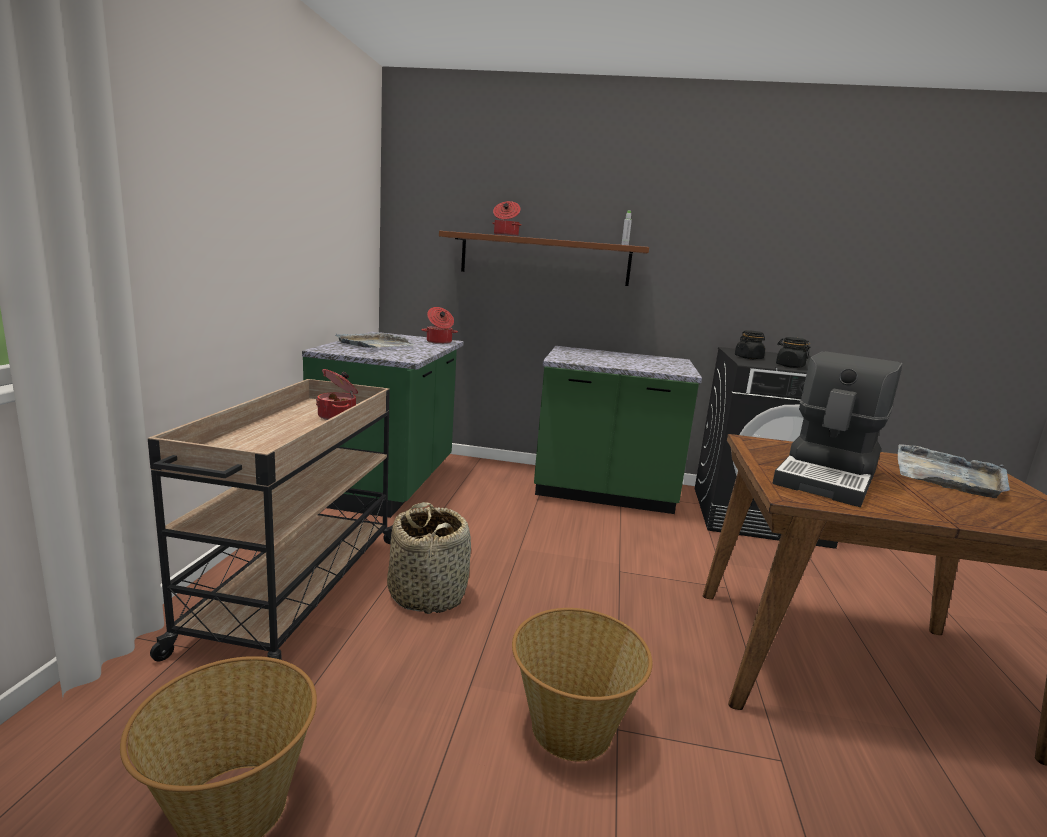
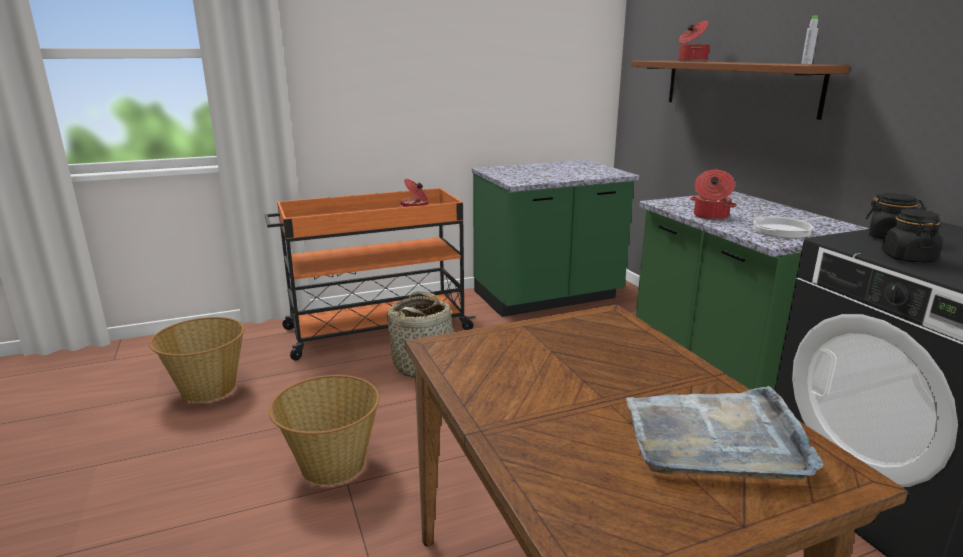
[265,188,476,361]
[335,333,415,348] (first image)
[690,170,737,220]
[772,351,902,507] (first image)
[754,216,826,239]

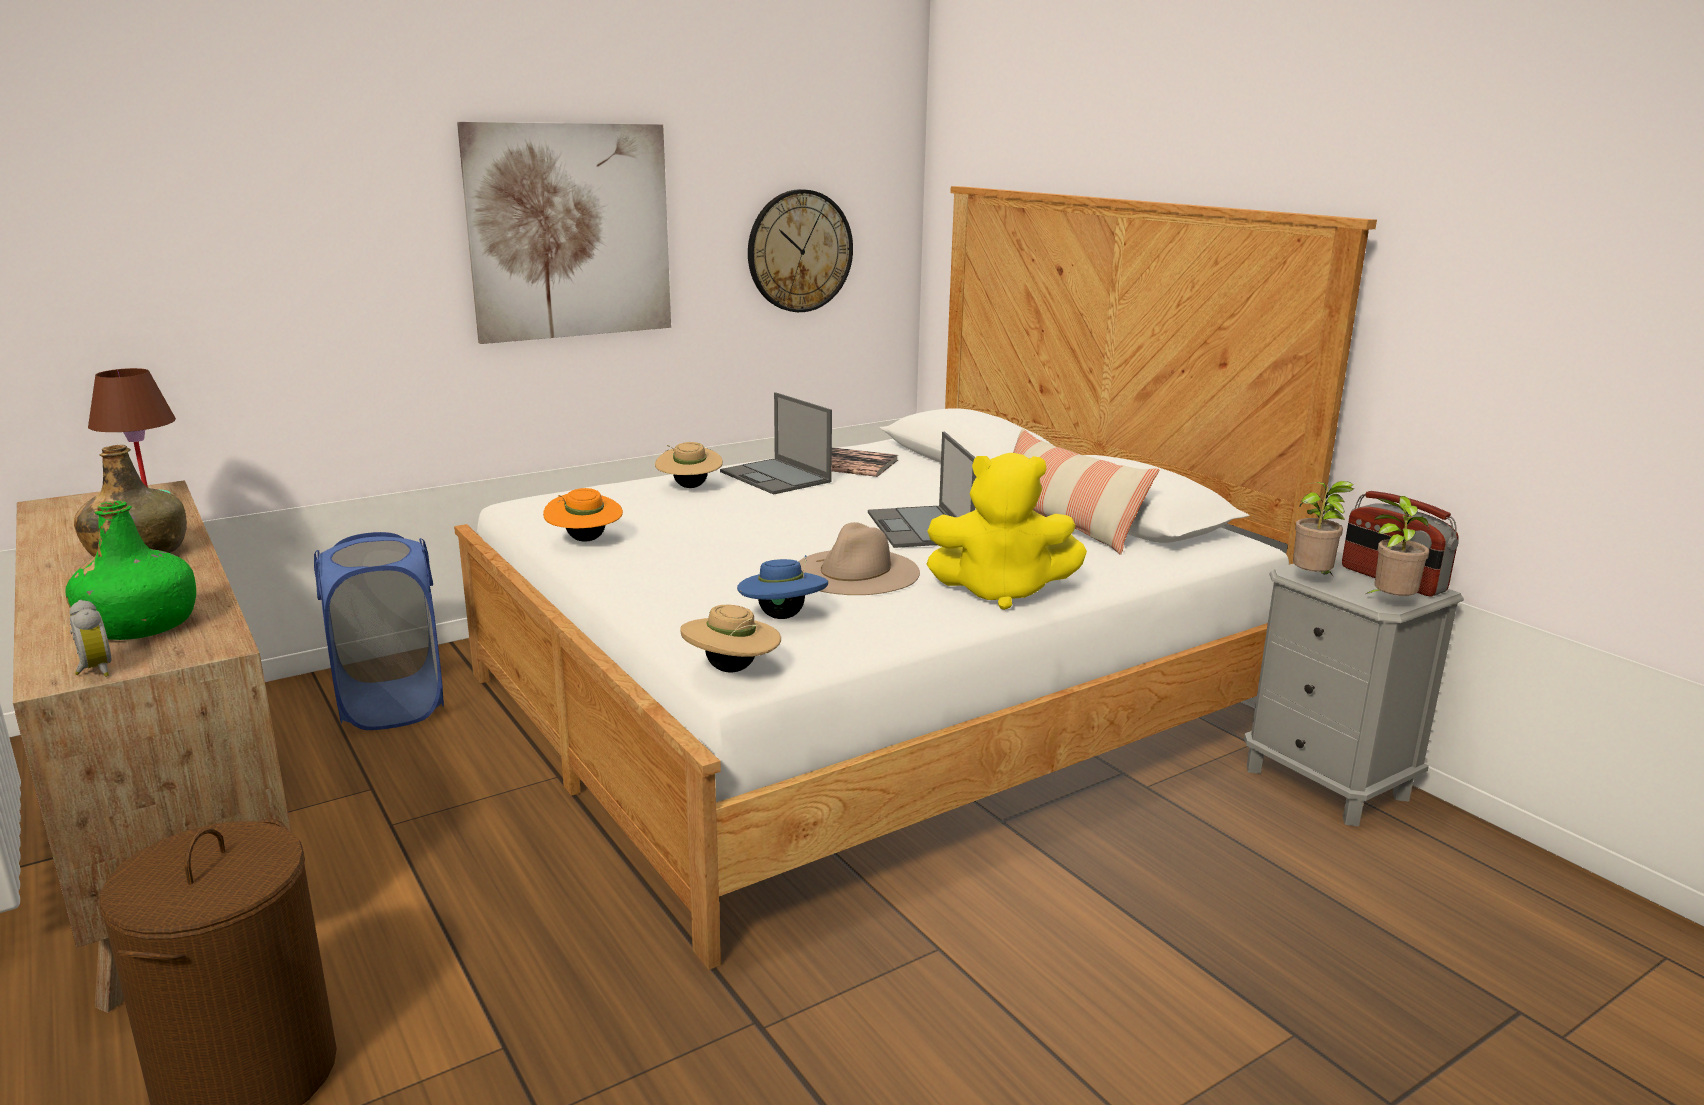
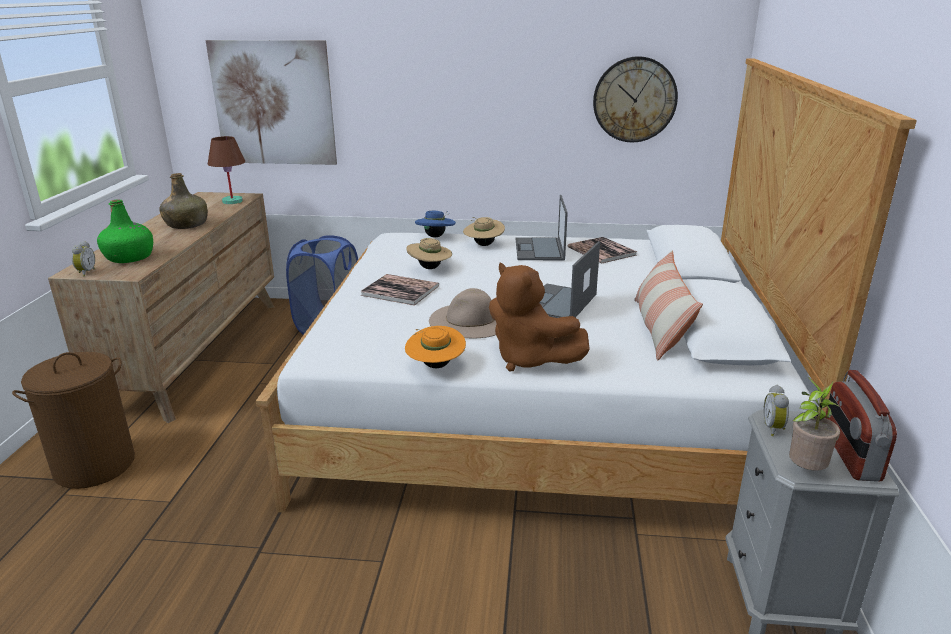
[206,40,337,165]
[405,326,466,368]
[407,238,452,269]
[415,211,456,237]
[489,263,590,371]
[763,385,789,436]
[360,274,439,306]

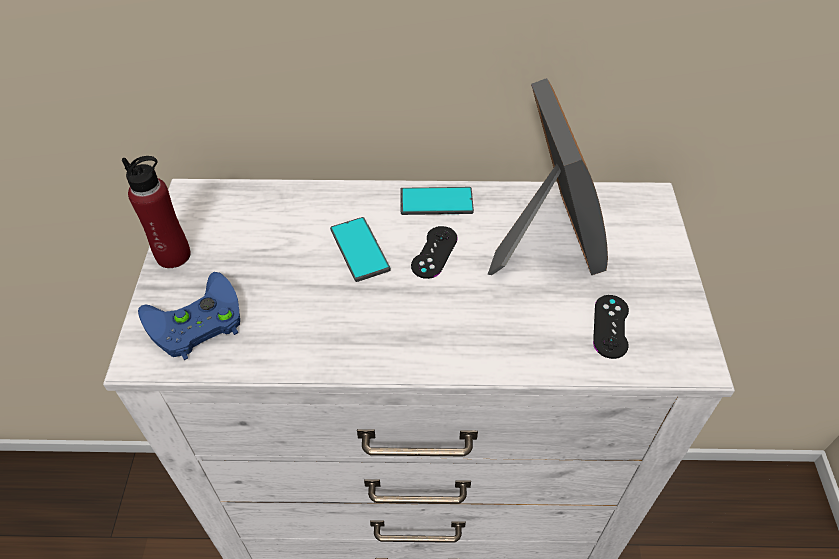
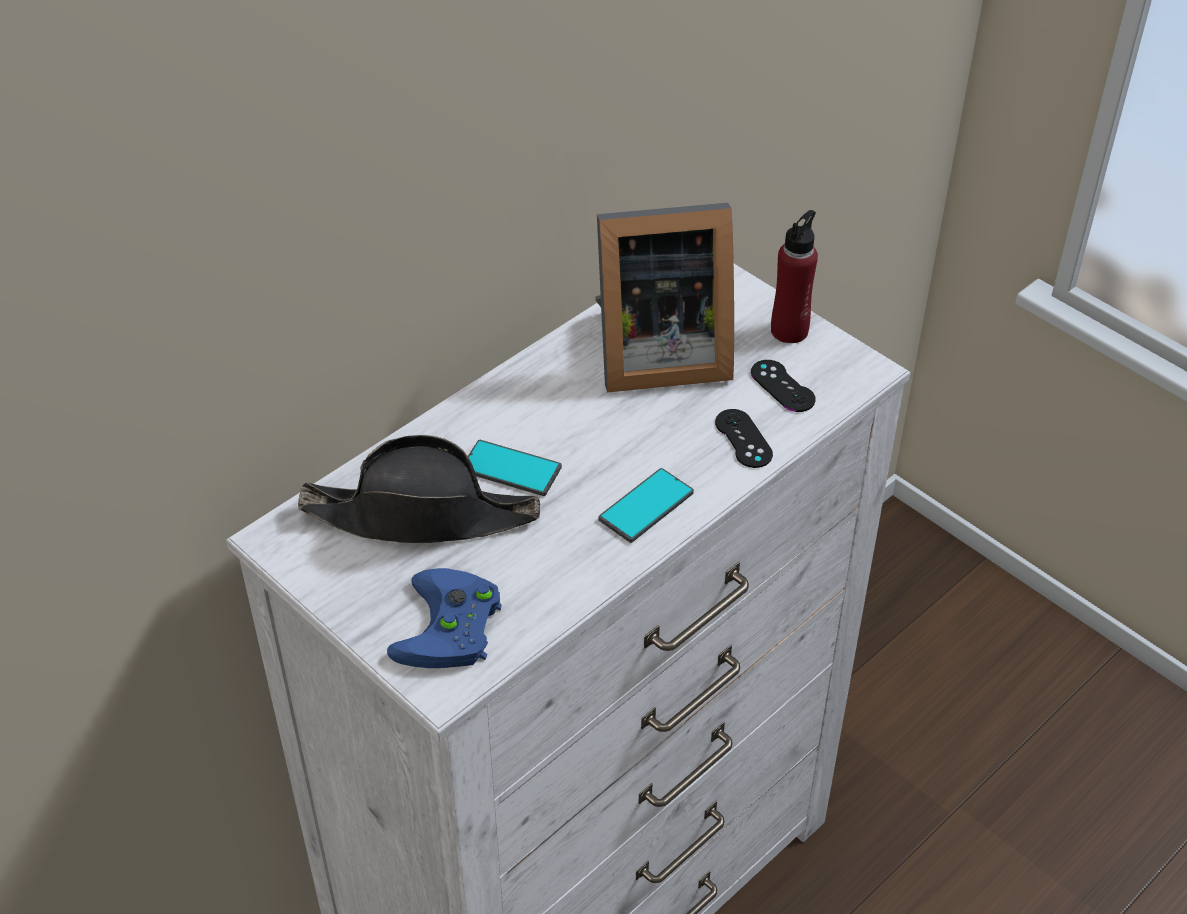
[771,210,818,343]
[599,468,694,543]
[715,409,773,468]
[595,203,734,393]
[298,435,540,543]

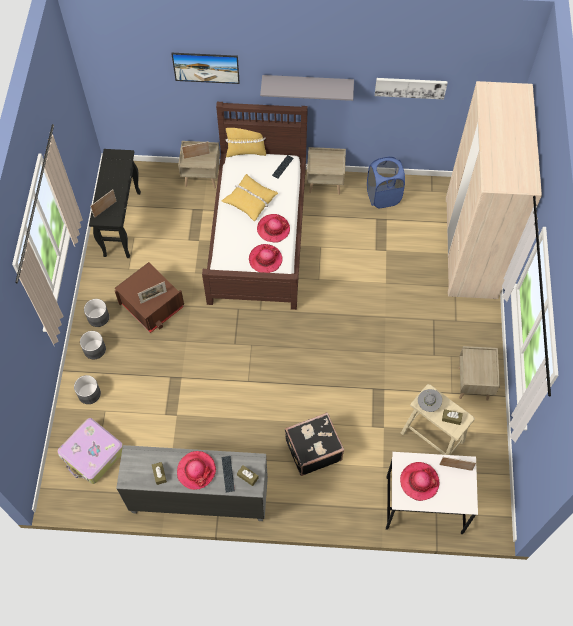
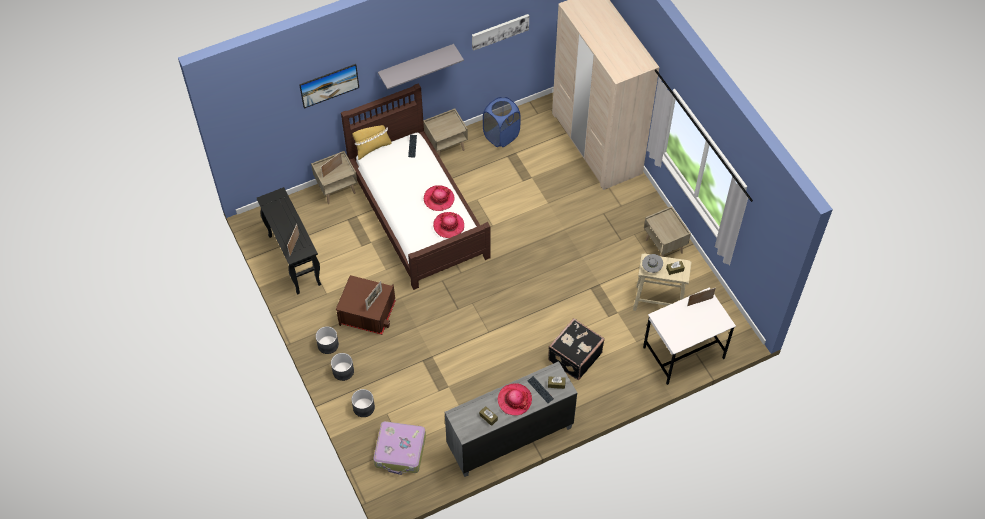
[222,174,278,221] (first image)
[400,462,440,501] (first image)

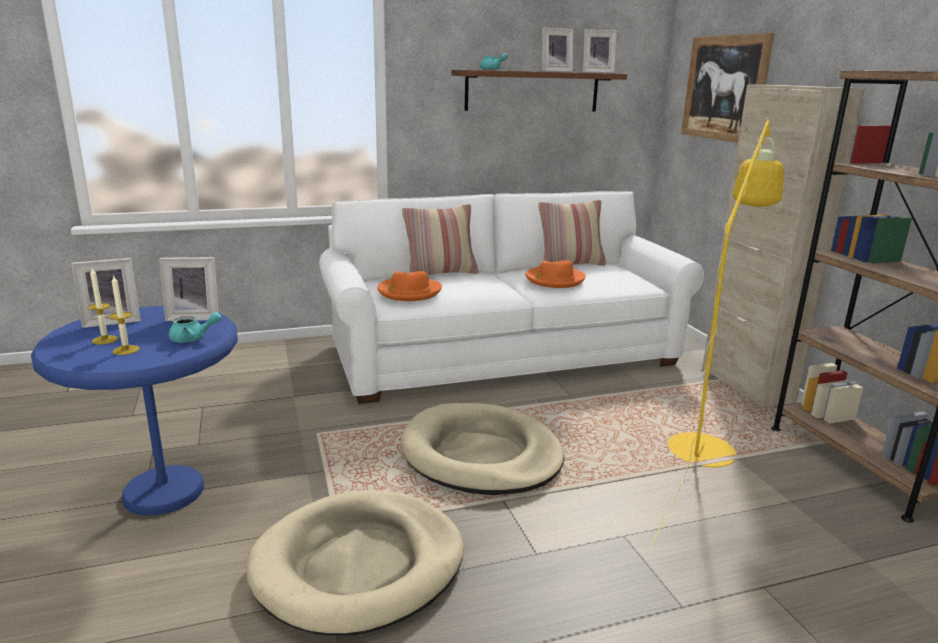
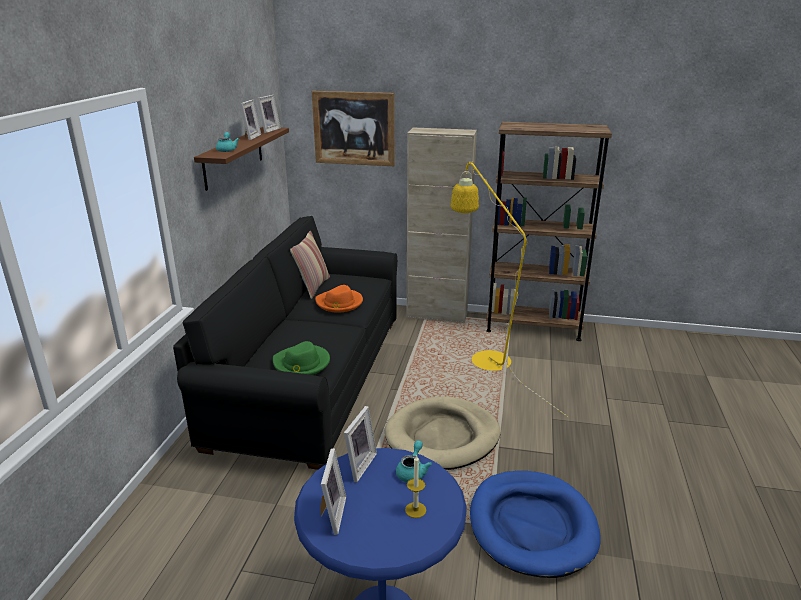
[88,268,118,345] (first image)
[470,471,601,578]
[173,216,397,470]
[273,341,330,375]
[402,204,478,275] (first image)

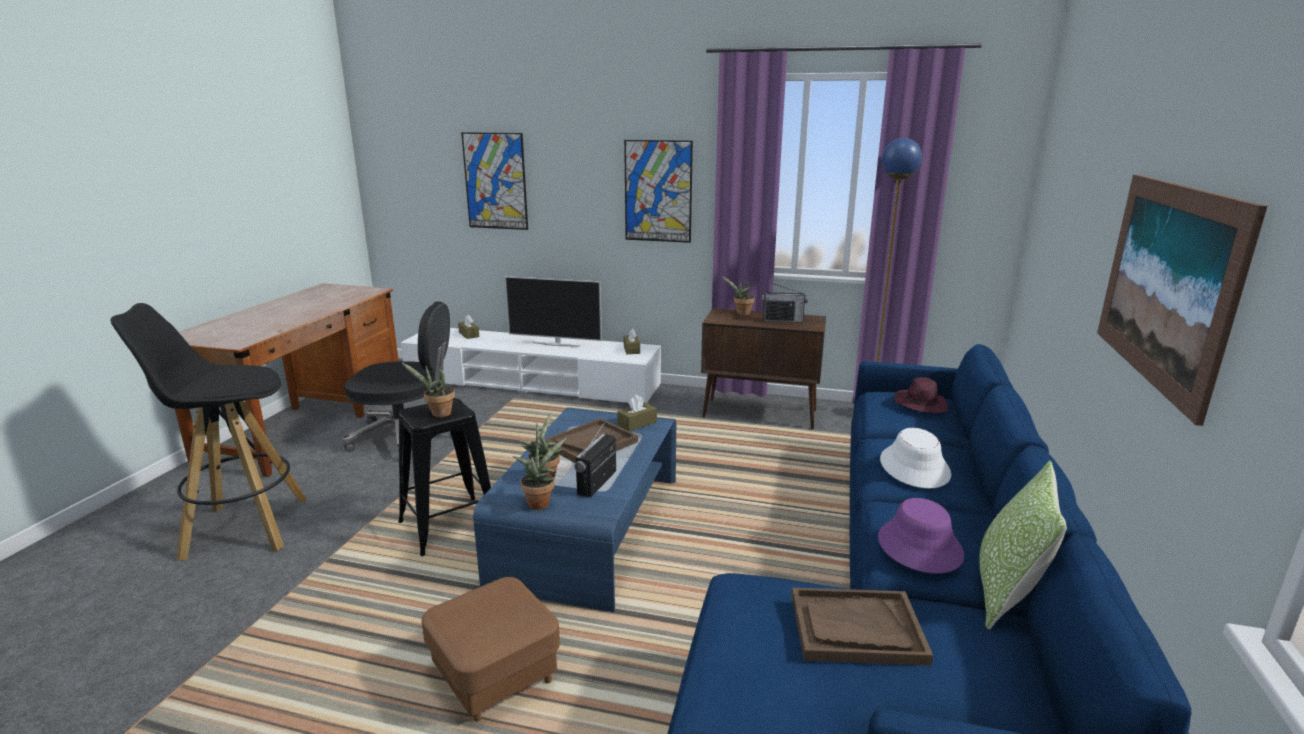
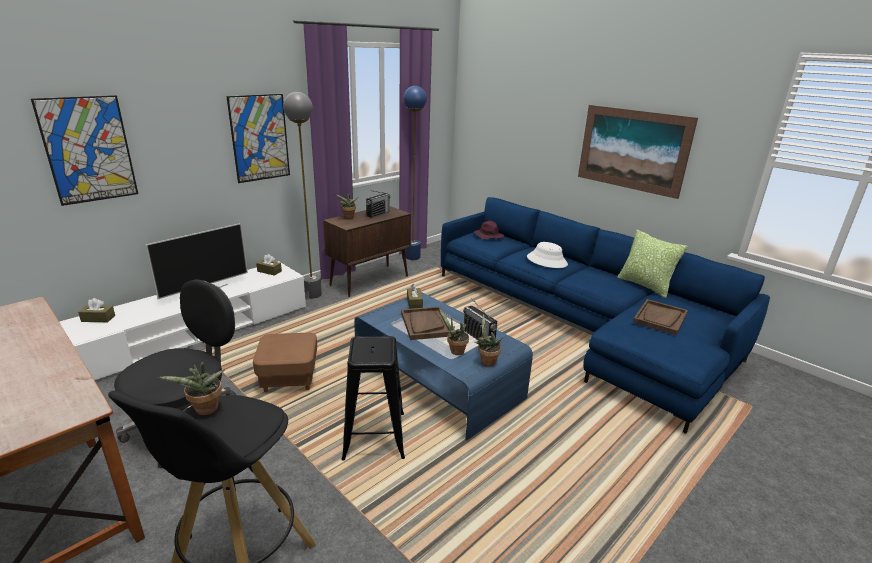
[159,362,224,415]
[253,333,317,392]
[878,498,964,574] (first image)
[283,92,322,299]

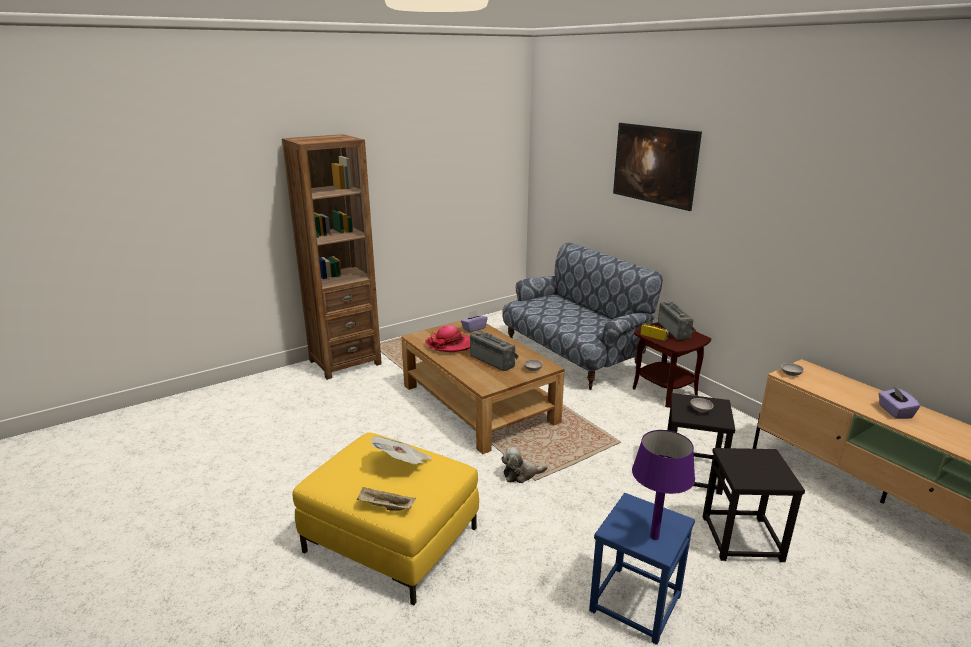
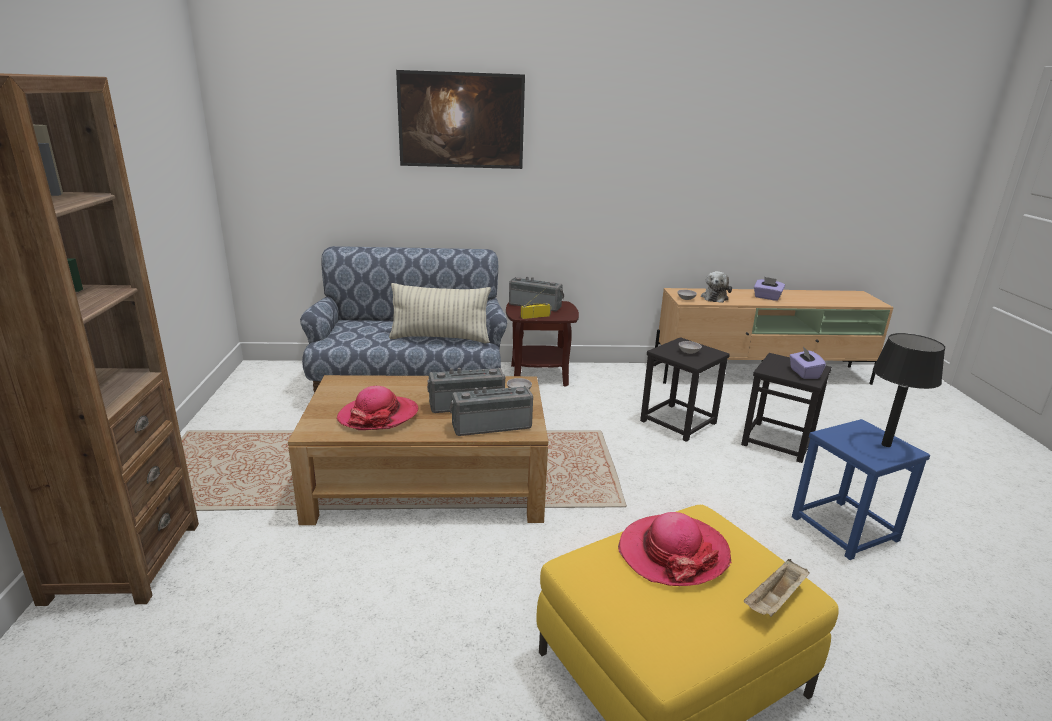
[618,512,731,586]
[790,347,826,379]
[701,271,732,303]
[873,333,945,447]
[389,283,491,343]
[450,386,533,436]

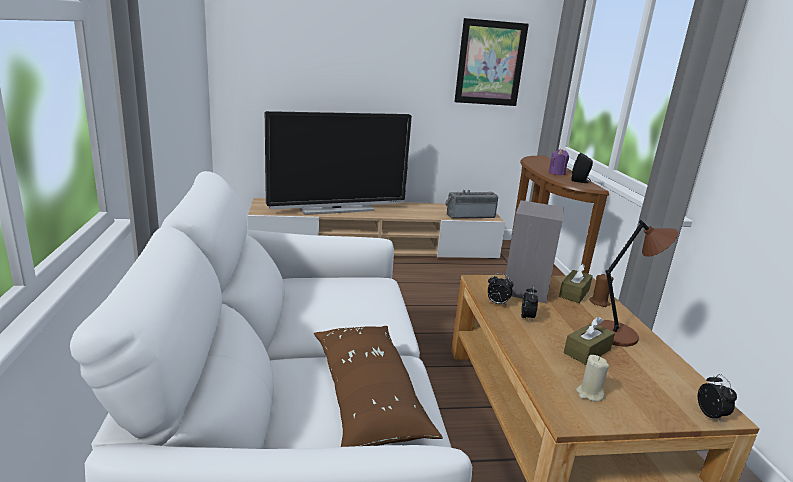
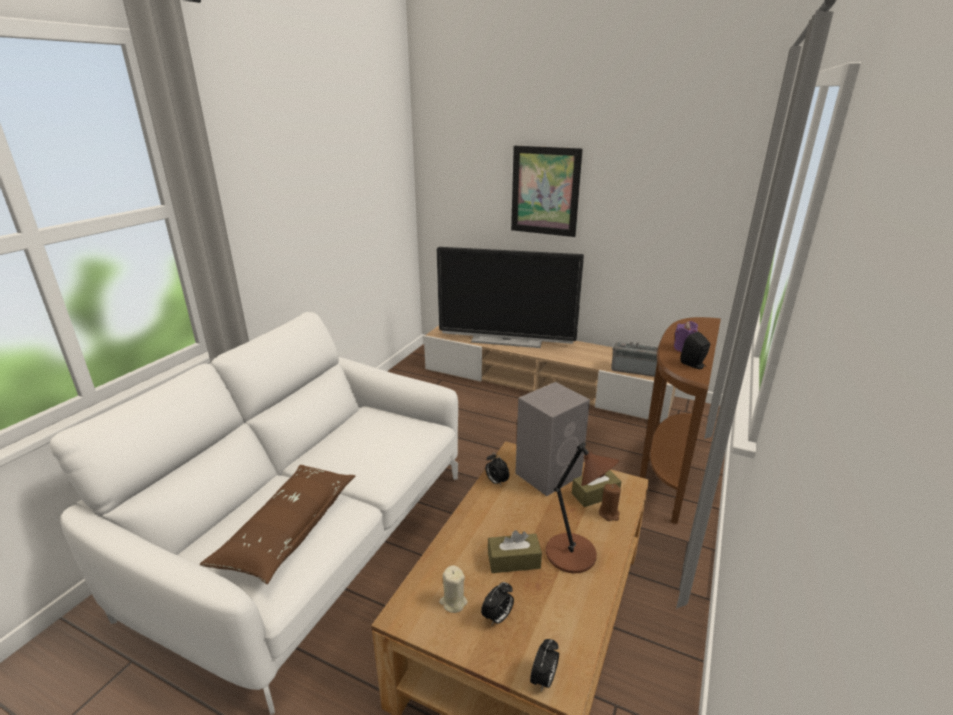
[511,146,583,237]
[481,582,514,625]

